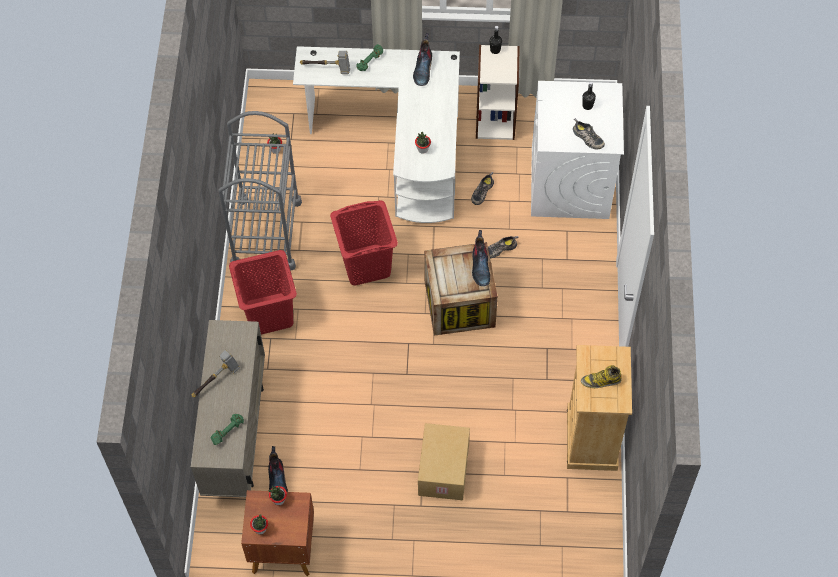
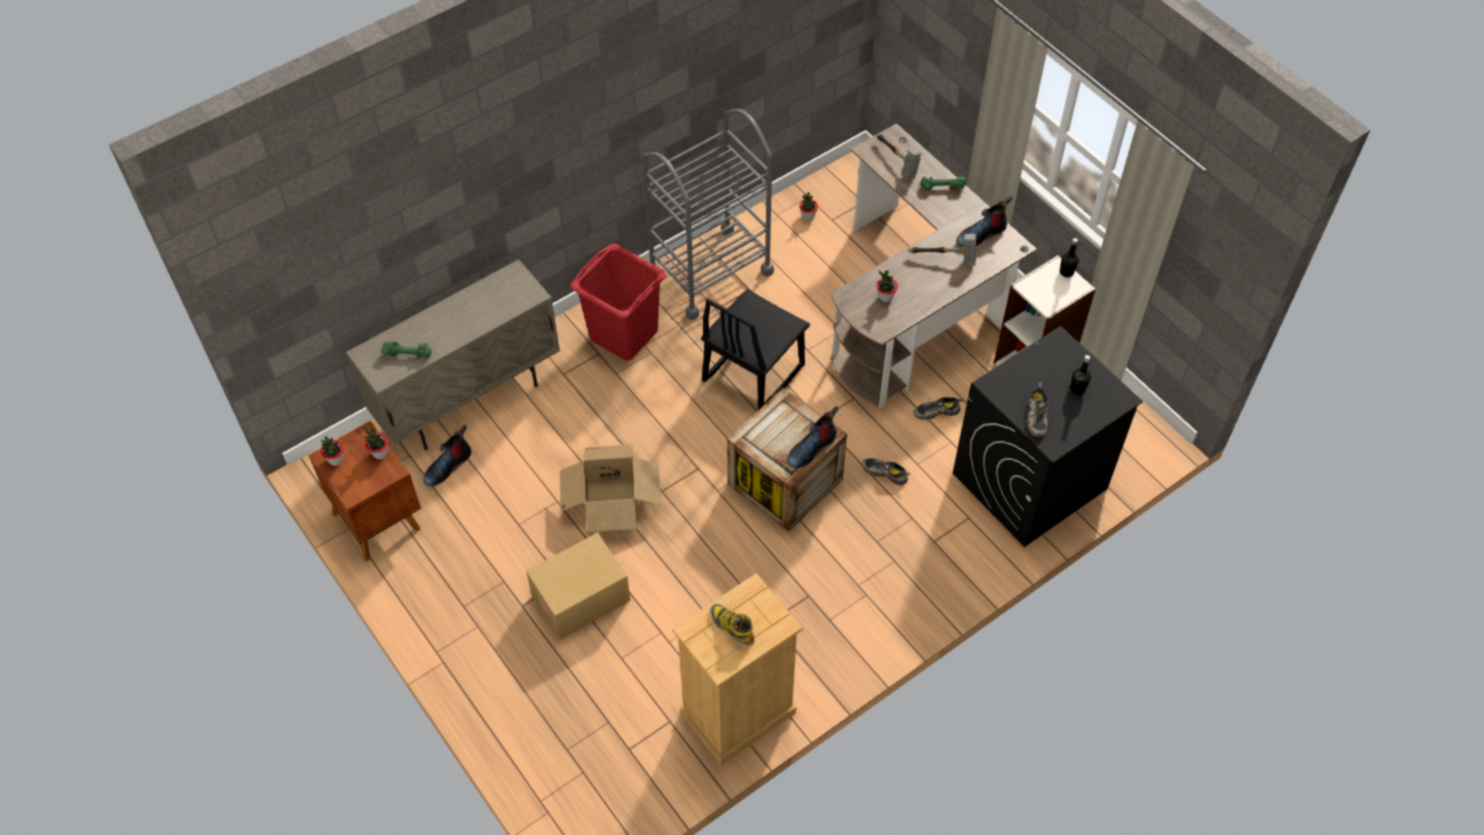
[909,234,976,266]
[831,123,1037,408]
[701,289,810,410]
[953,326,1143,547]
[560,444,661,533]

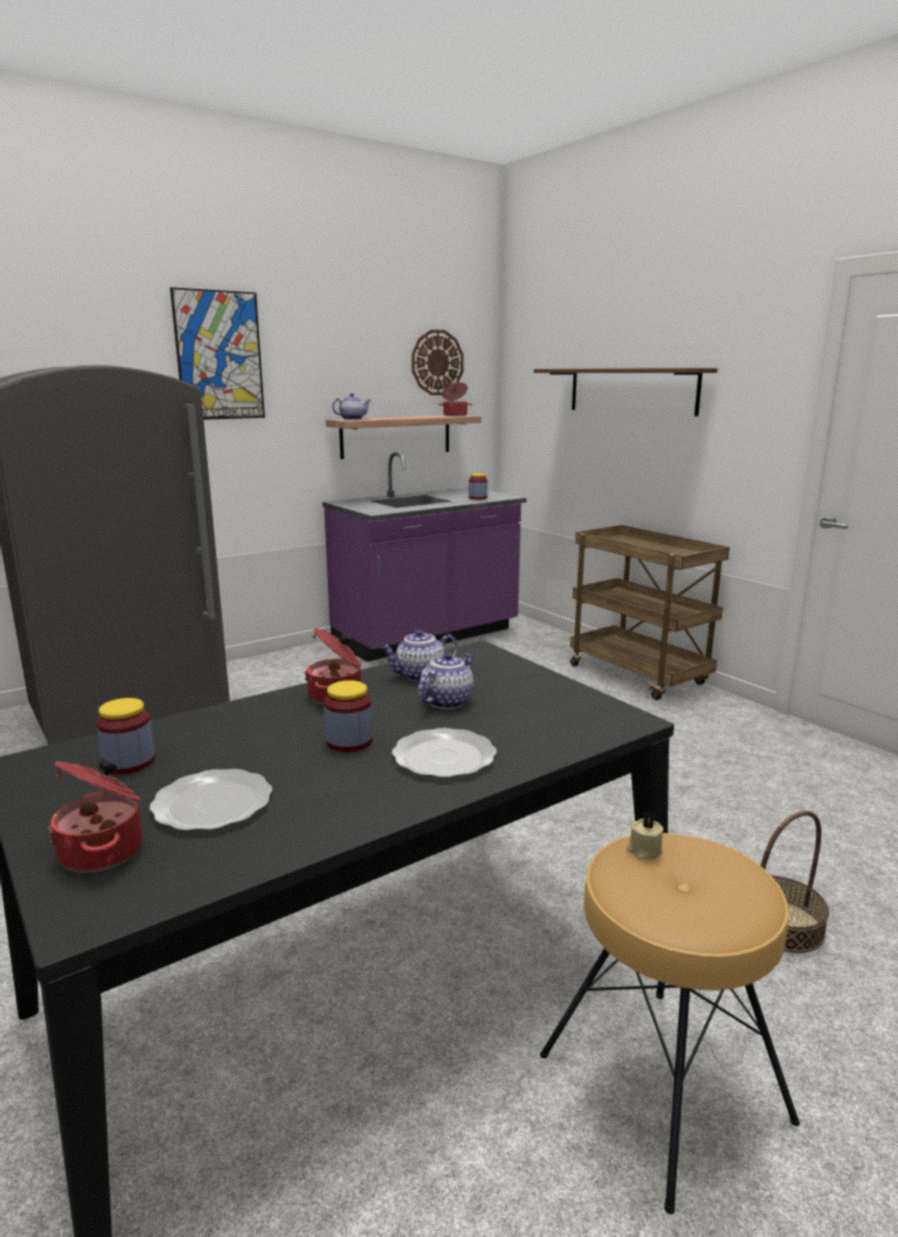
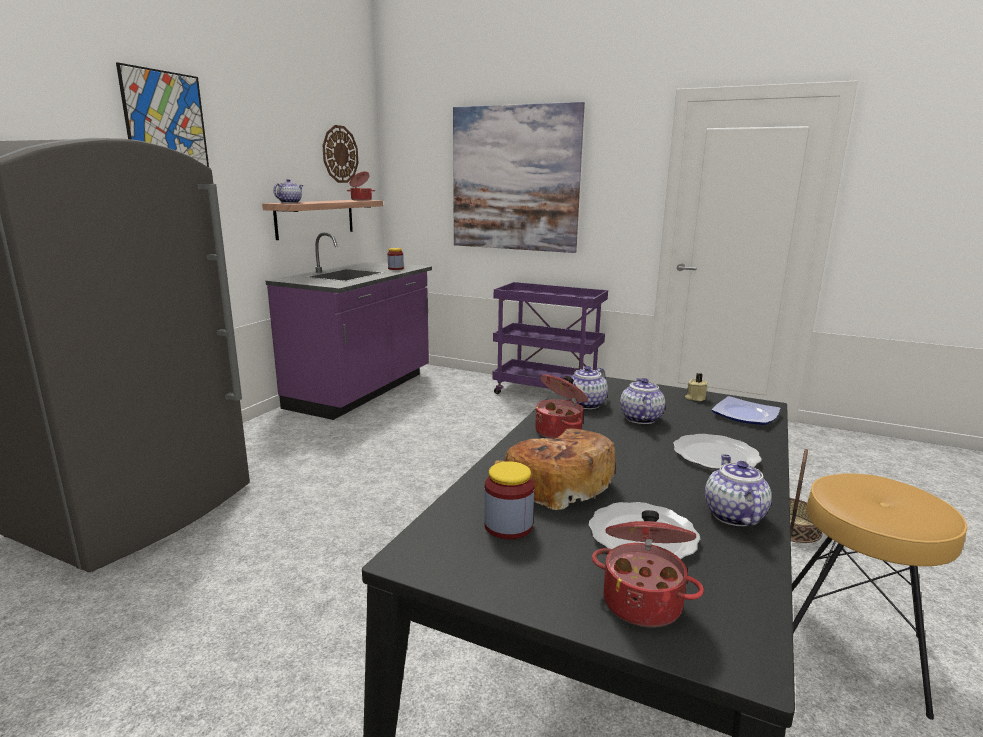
[324,680,372,752] (first image)
[453,102,585,253]
[492,282,608,394]
[685,373,708,401]
[495,428,615,510]
[705,454,772,526]
[711,396,780,425]

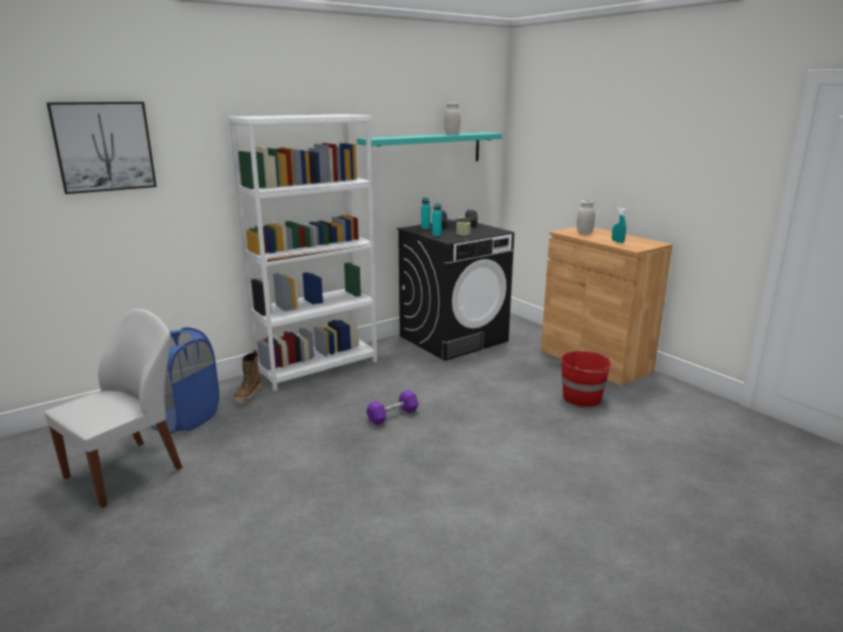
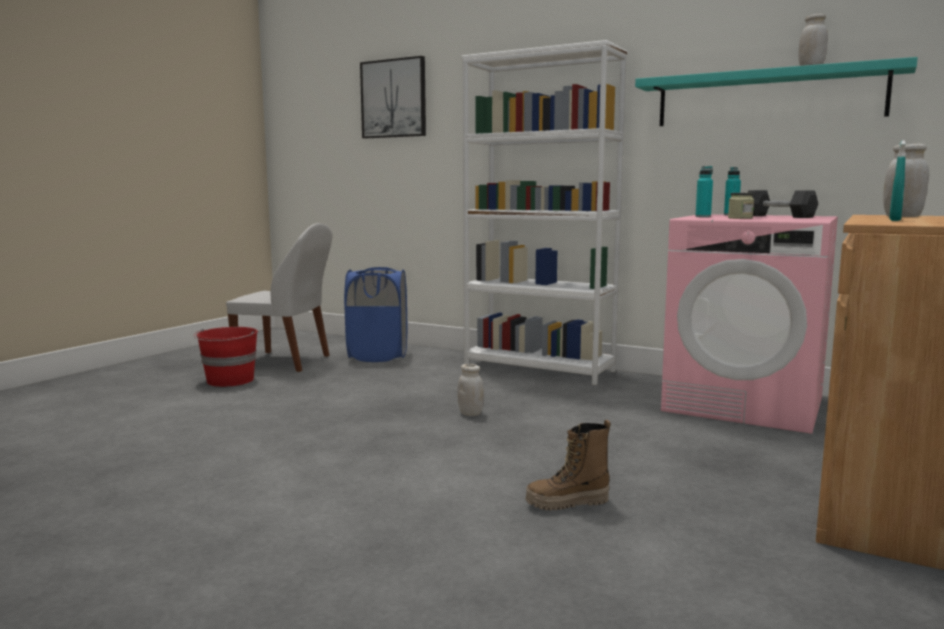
[525,420,611,511]
[458,364,484,416]
[661,214,838,434]
[194,327,258,387]

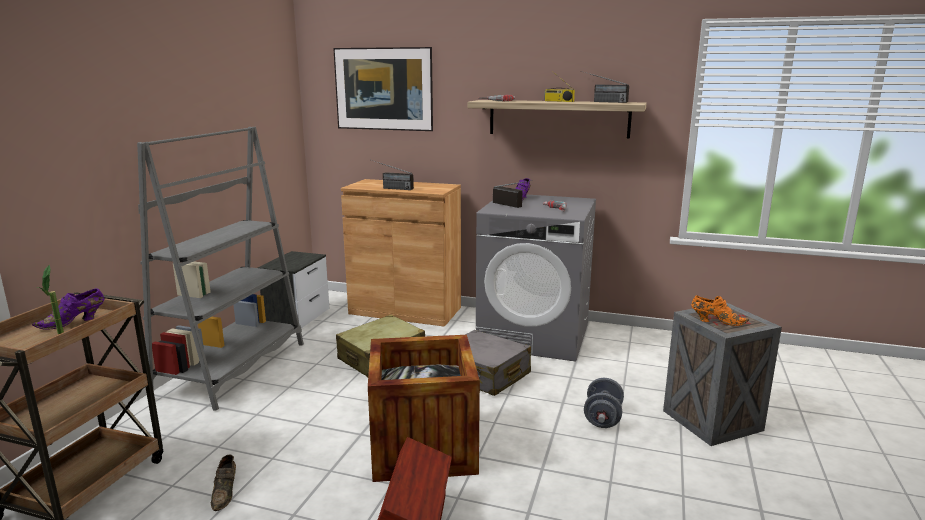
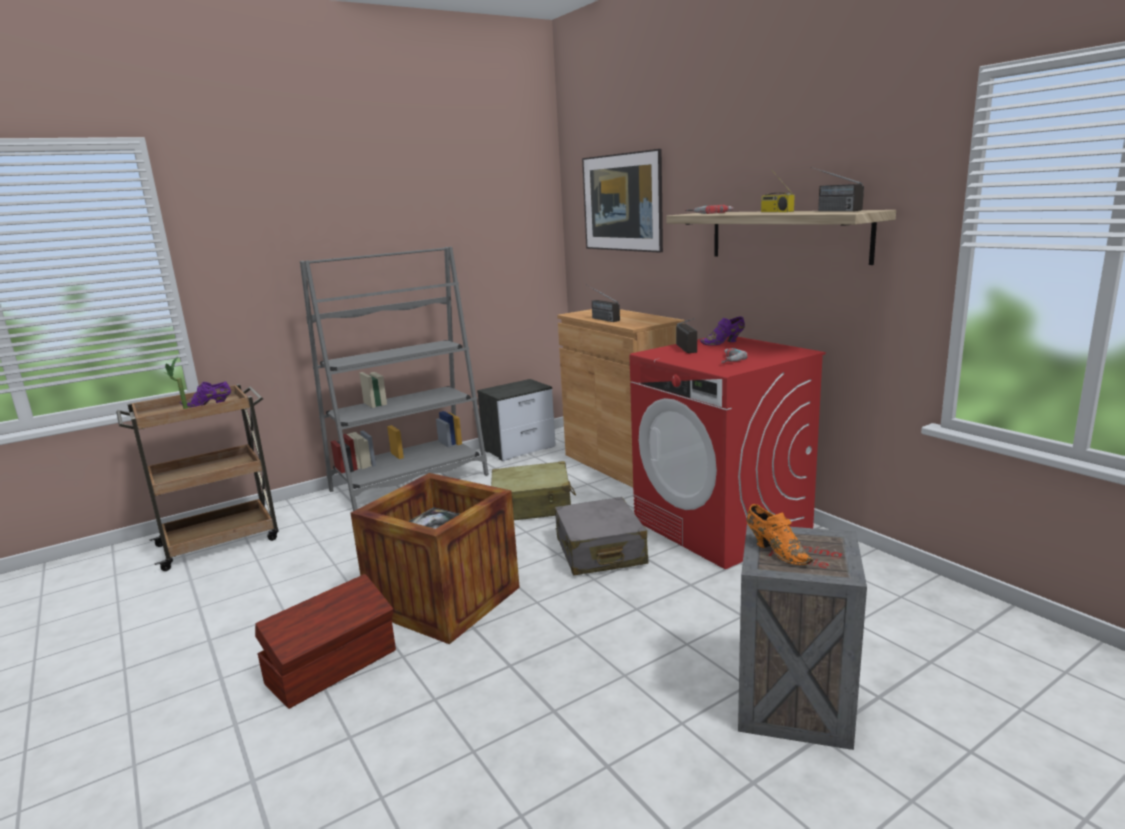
[211,454,236,511] (first image)
[630,337,826,569]
[584,378,624,428] (first image)

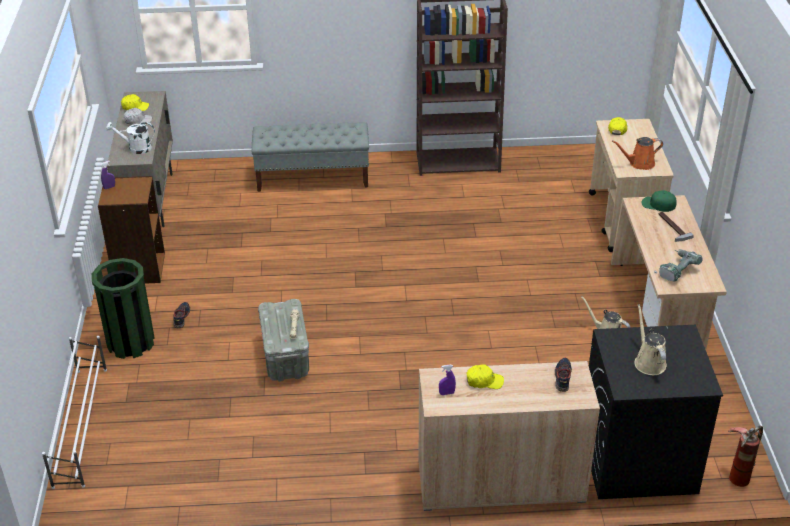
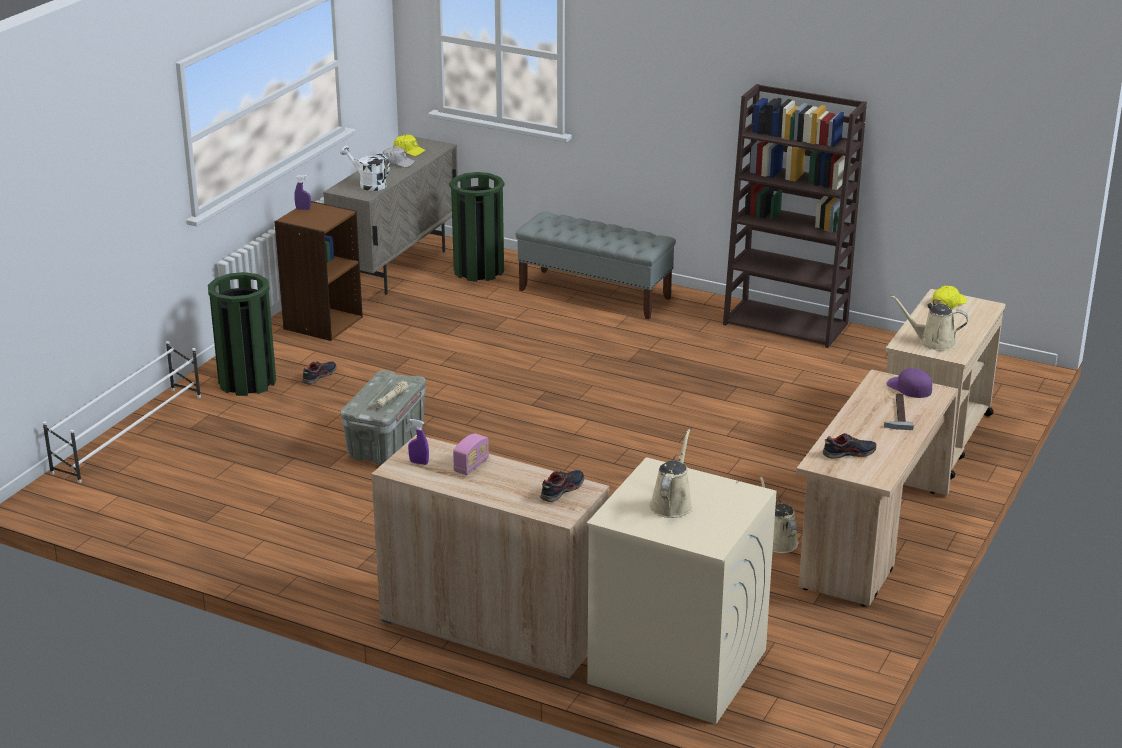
[453,433,489,475]
[587,457,776,724]
[891,295,968,351]
[887,368,932,398]
[822,433,876,459]
[728,426,763,487] (first image)
[449,172,504,282]

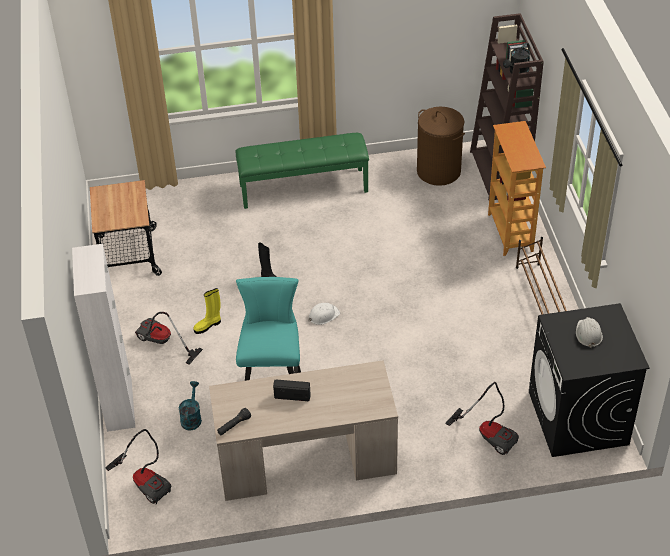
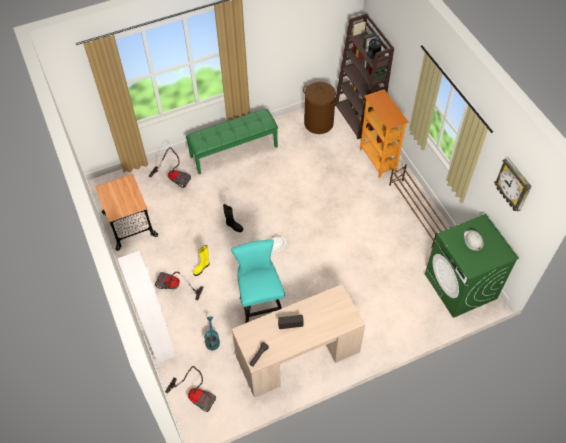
[149,147,191,188]
[425,214,519,318]
[494,157,532,211]

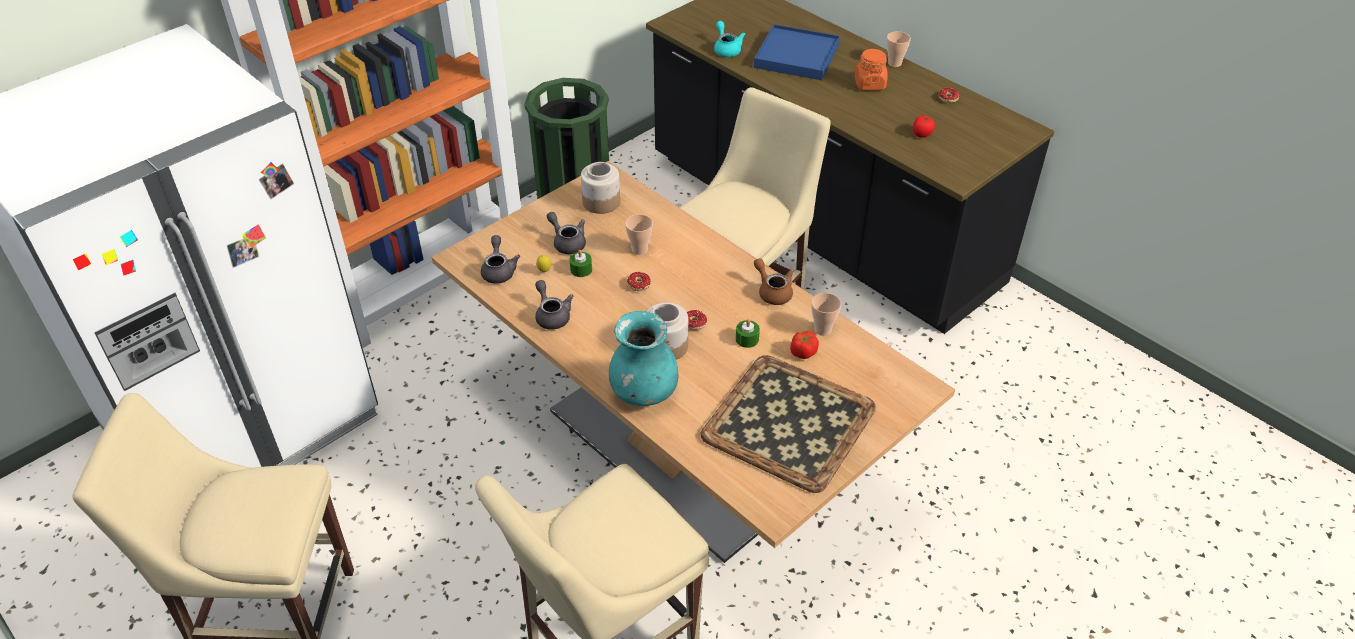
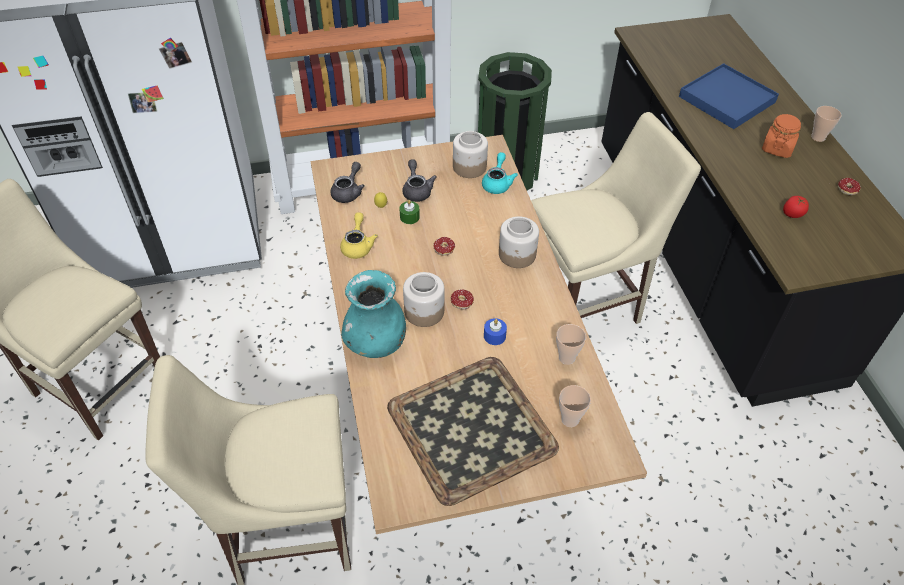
[340,212,378,259]
[559,385,591,427]
[482,152,518,194]
[484,318,507,345]
[754,258,794,305] (first image)
[790,331,819,359] (first image)
[499,216,539,268]

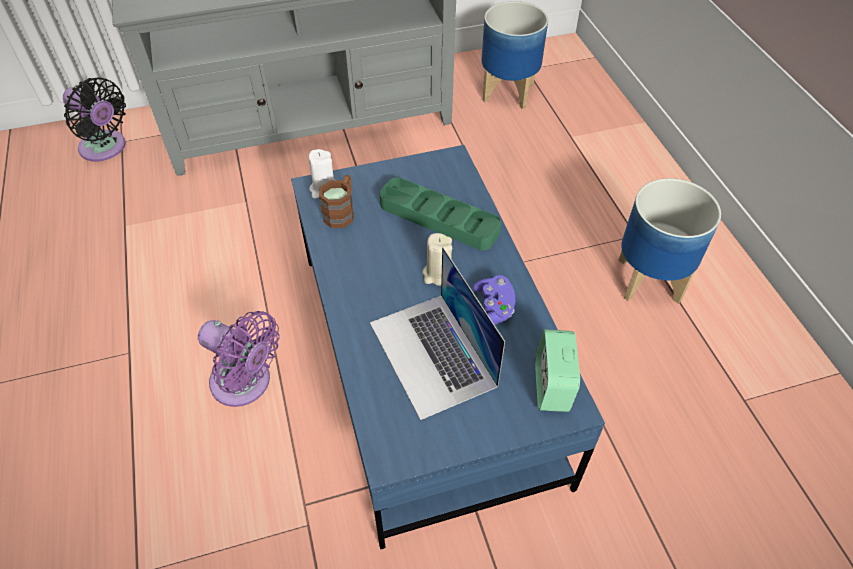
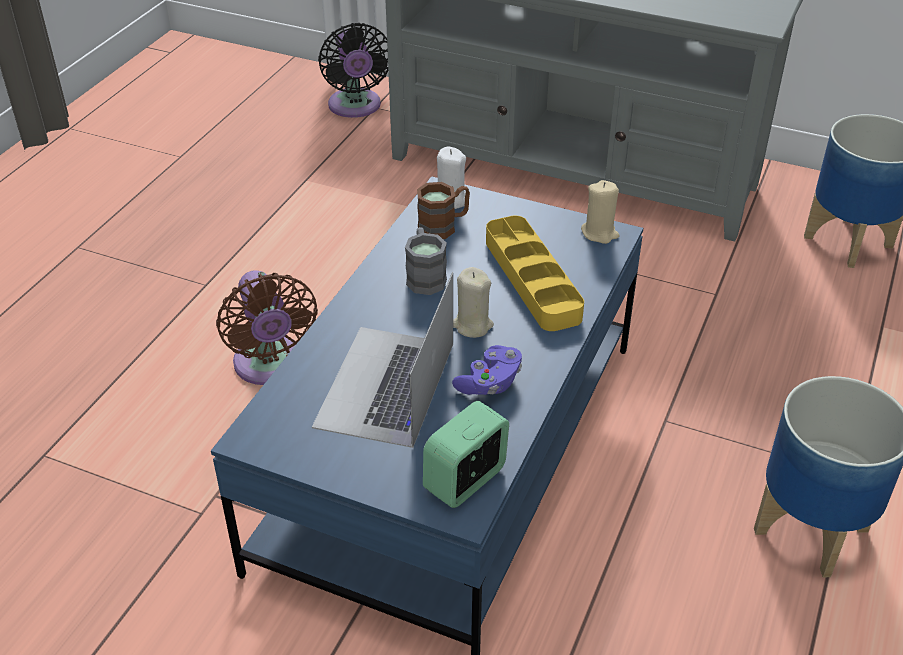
[216,270,318,385]
[486,216,584,331]
[405,227,447,295]
[581,180,619,244]

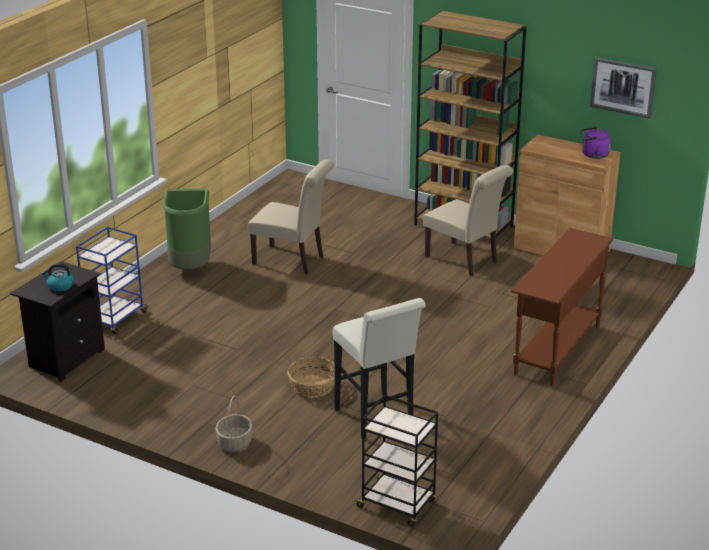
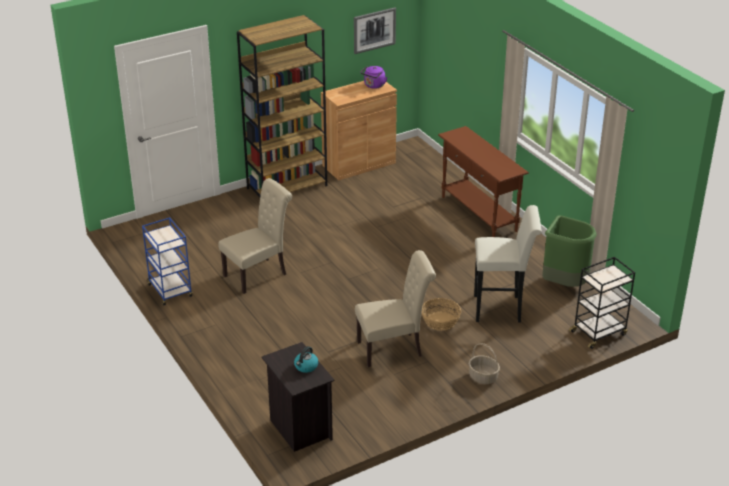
[142,217,193,306]
[542,215,597,287]
[355,250,436,367]

